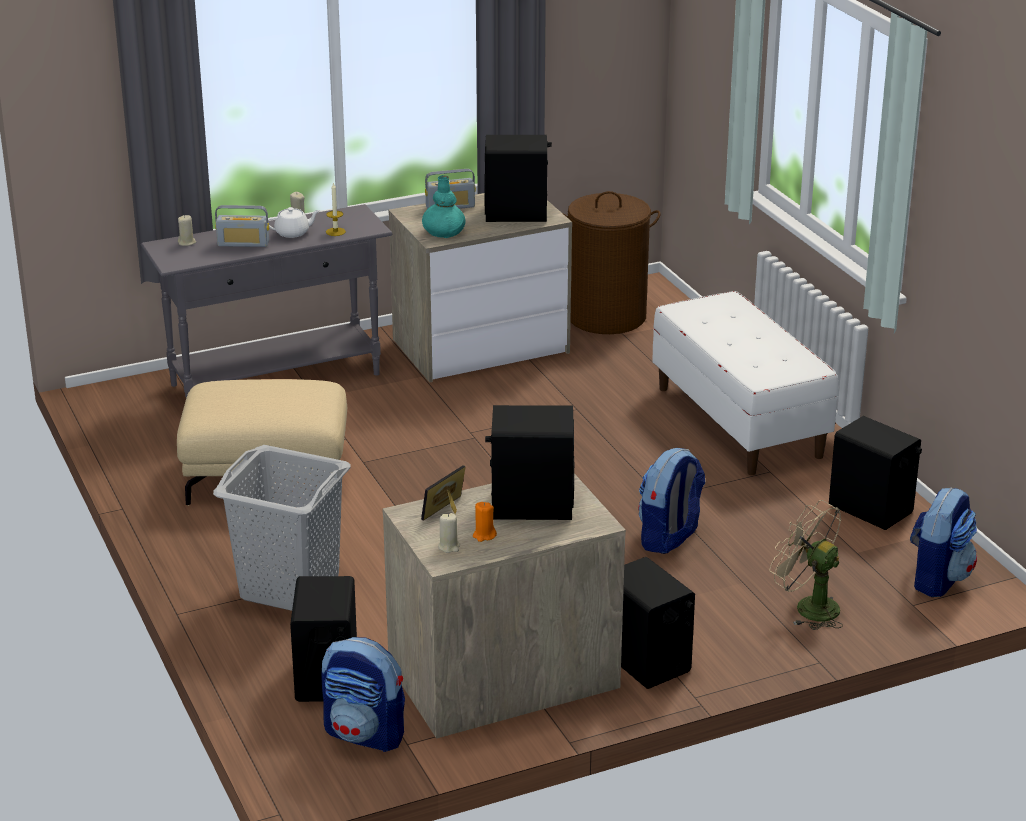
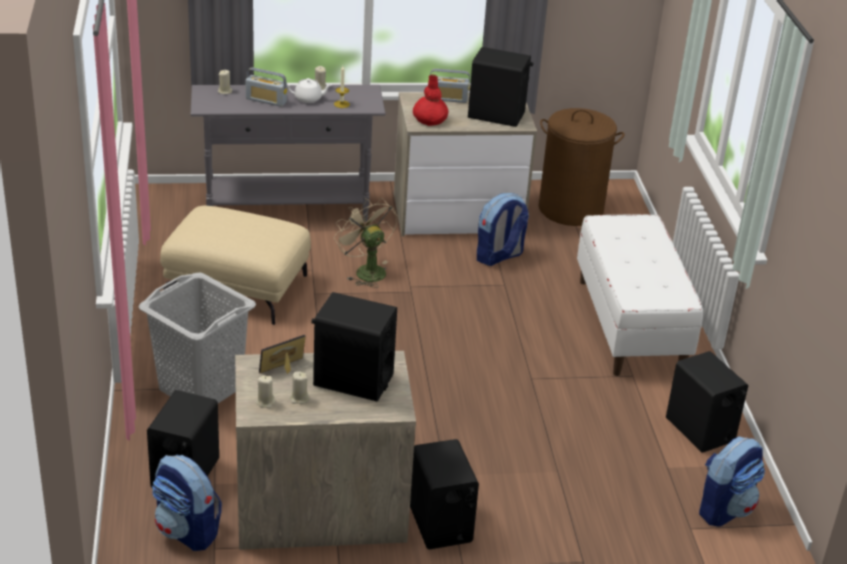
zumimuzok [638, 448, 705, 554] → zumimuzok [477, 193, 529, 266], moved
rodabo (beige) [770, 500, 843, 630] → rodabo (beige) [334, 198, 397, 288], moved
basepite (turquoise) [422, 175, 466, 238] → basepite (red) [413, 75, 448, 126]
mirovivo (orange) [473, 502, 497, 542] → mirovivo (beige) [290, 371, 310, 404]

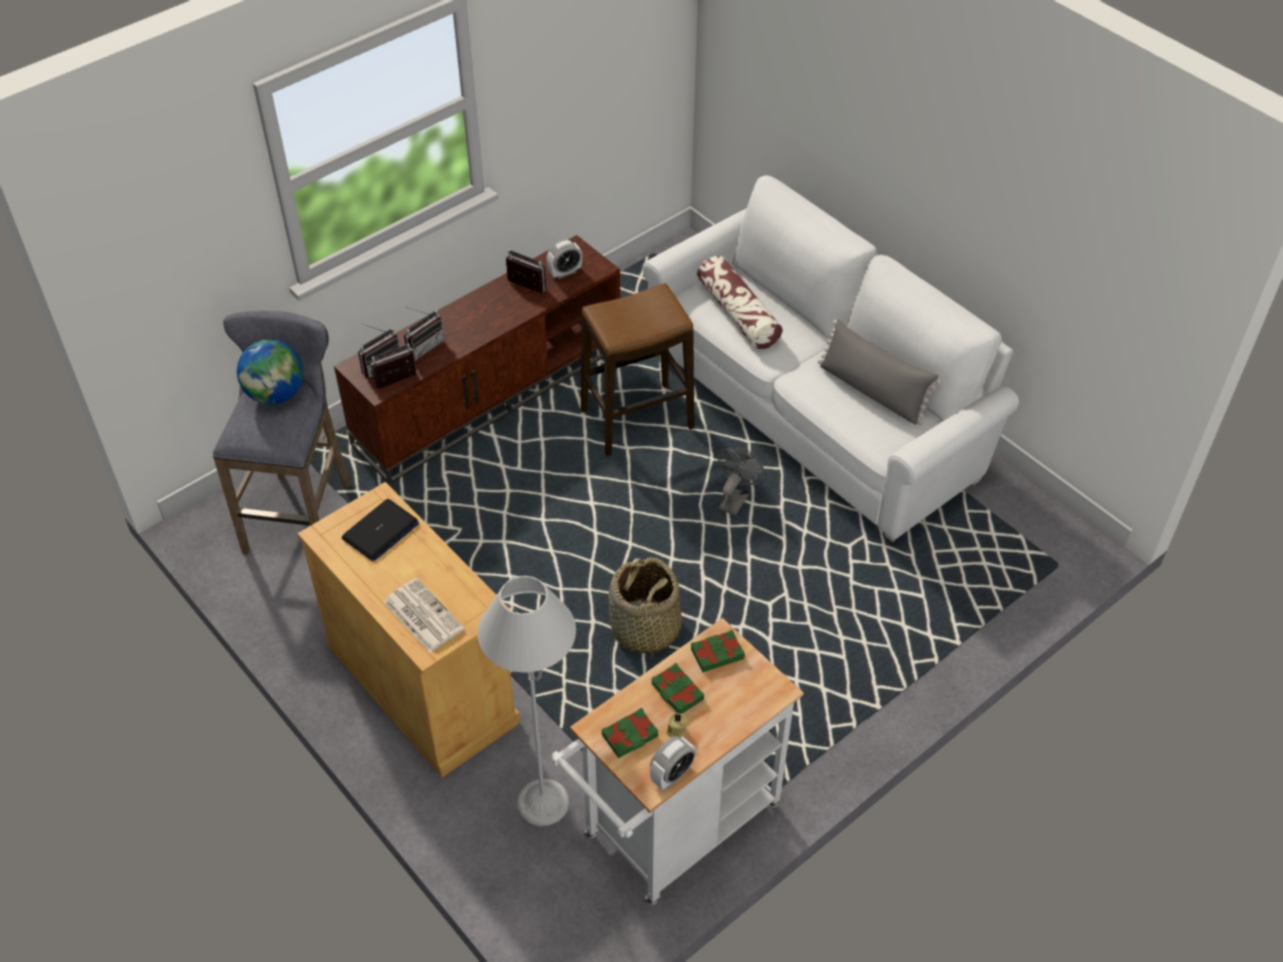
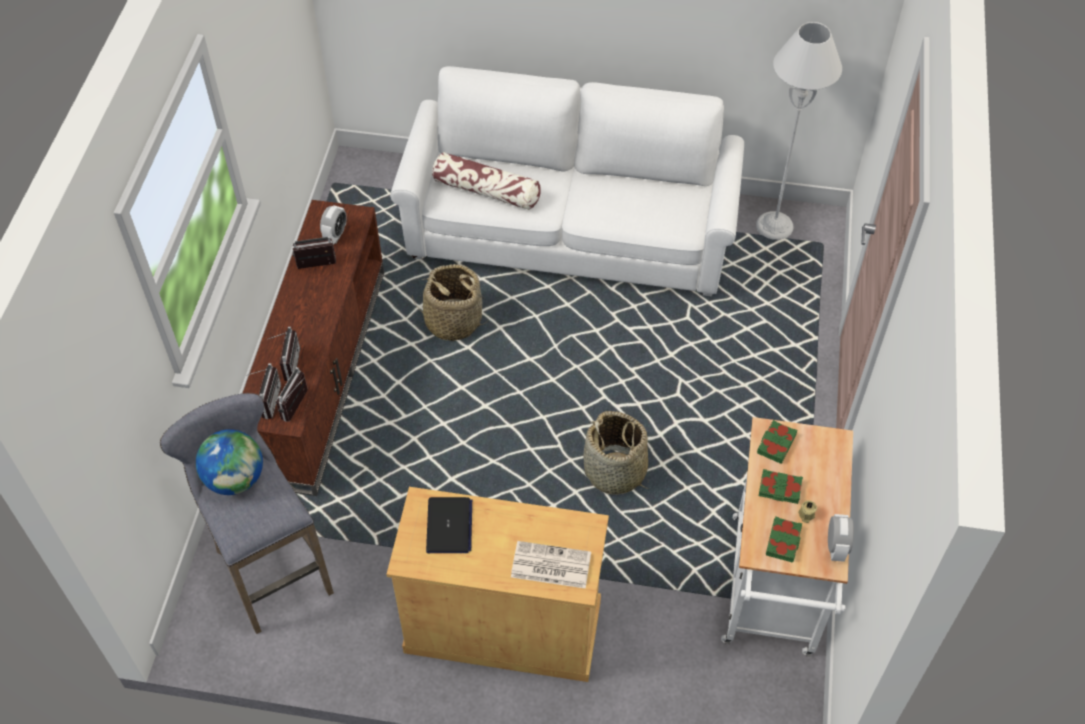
rodabo (grey) [717, 447, 767, 516] → -
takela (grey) [818, 319, 941, 425] → -
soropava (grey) [477, 576, 576, 826] → soropava (grey) [756, 22, 842, 240], moved
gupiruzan [581, 283, 694, 456] → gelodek [412, 264, 488, 341]

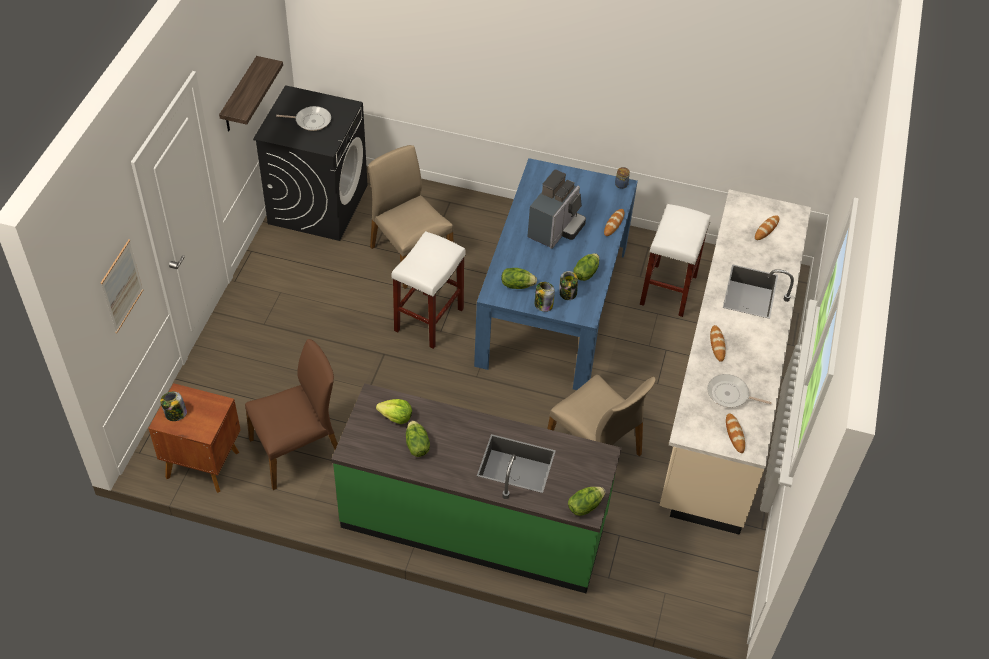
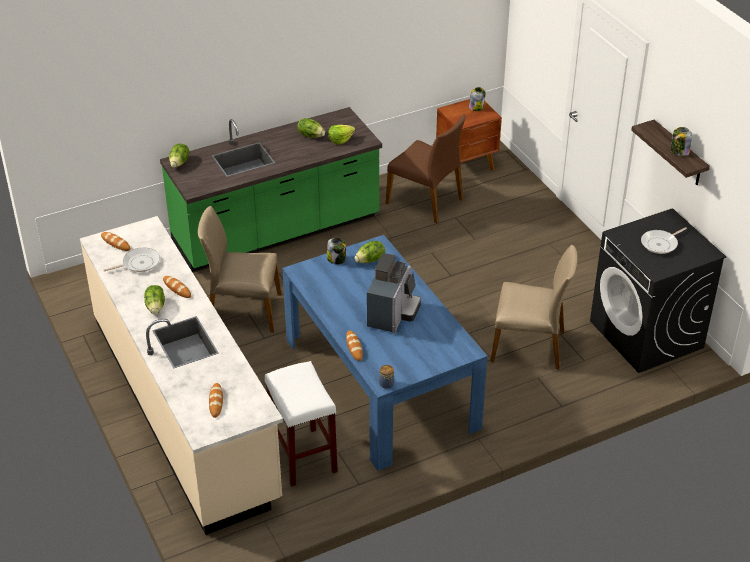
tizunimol [101, 239, 143, 333] → -
gupiruzan (white) [392, 231, 466, 349] → -
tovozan [559, 271, 578, 300] → tovozan [671, 127, 692, 156], moved
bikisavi [573, 253, 599, 281] → bikisavi [144, 285, 165, 315], moved
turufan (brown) [245, 339, 338, 490] → turufan (brown) [385, 114, 466, 223], 75 degrees counterclockwise
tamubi [527, 169, 586, 249] → tamubi [367, 253, 421, 333], 150 degrees counterclockwise

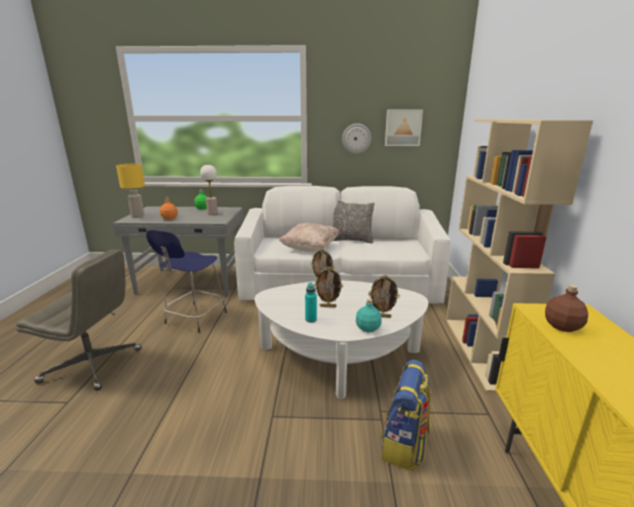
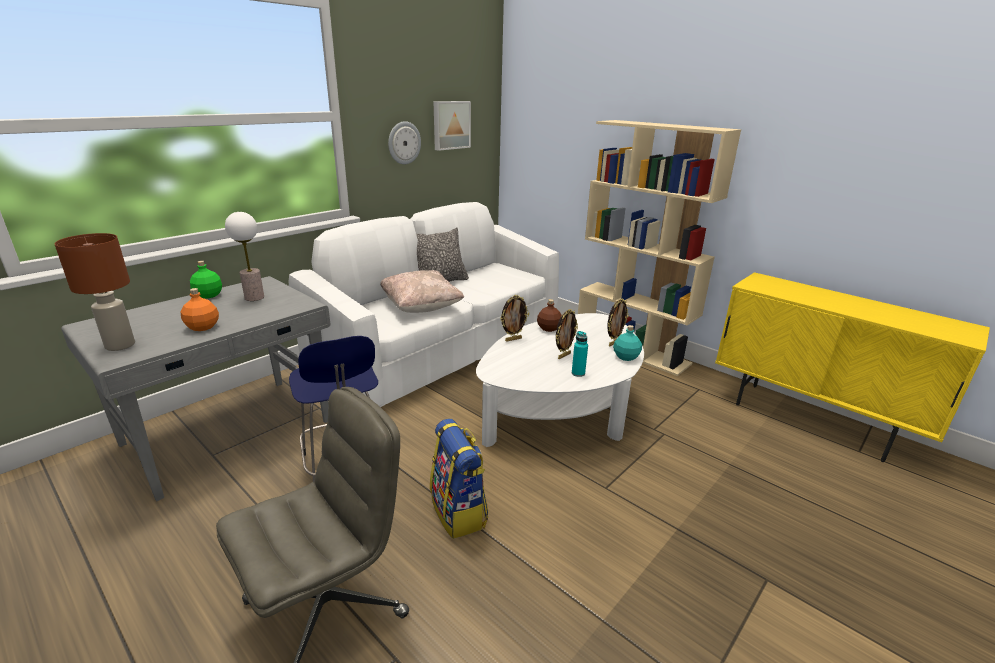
zumimuzok [381, 360, 431, 471] → zumimuzok [430, 419, 488, 539], moved
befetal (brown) [545, 284, 588, 332] → befetal (brown) [537, 299, 562, 332], moved
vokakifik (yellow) [116, 164, 145, 218] → vokakifik (brown) [55, 233, 135, 351]

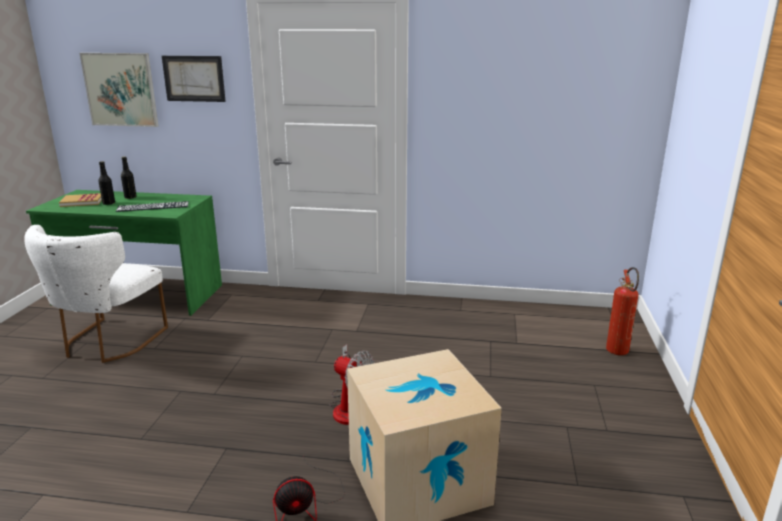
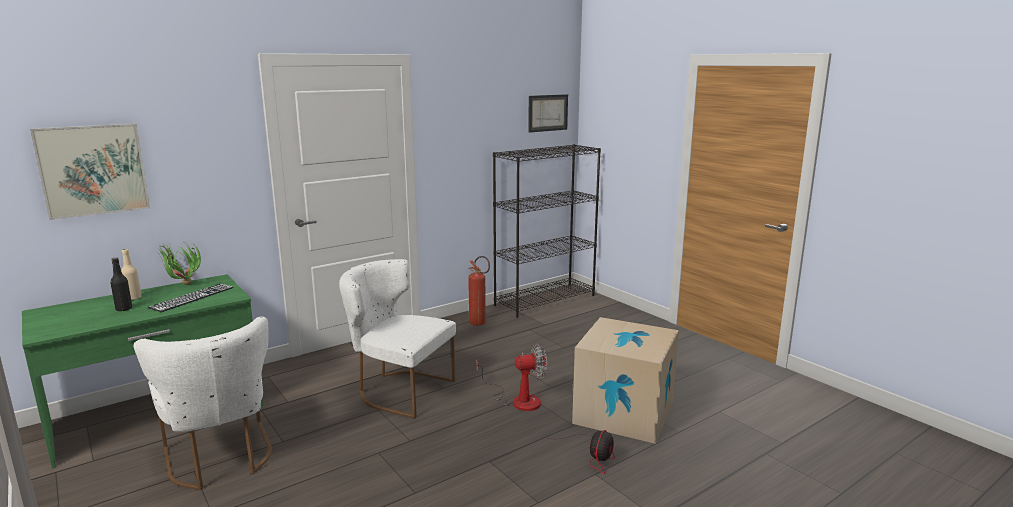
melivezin [59, 193, 102, 207] → -
- → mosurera [159, 242, 201, 285]
- → turufan (white) [339, 259, 456, 419]
- → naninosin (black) [493, 144, 601, 318]
tizunimol [162, 56, 226, 102] → tizunimol [528, 94, 568, 133], moved
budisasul [606, 267, 639, 355] → budisasul [468, 256, 490, 326], moved
befetal (black) [121, 156, 136, 199] → befetal (beige) [121, 249, 142, 300]

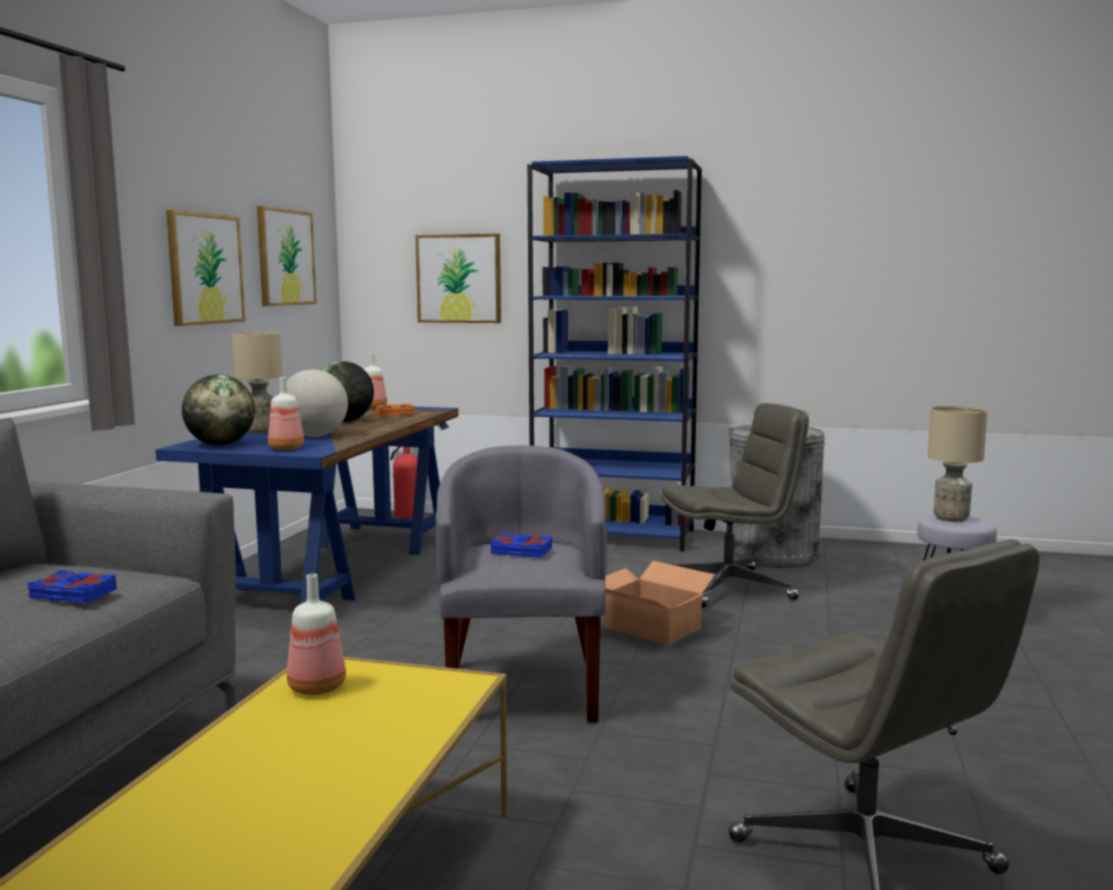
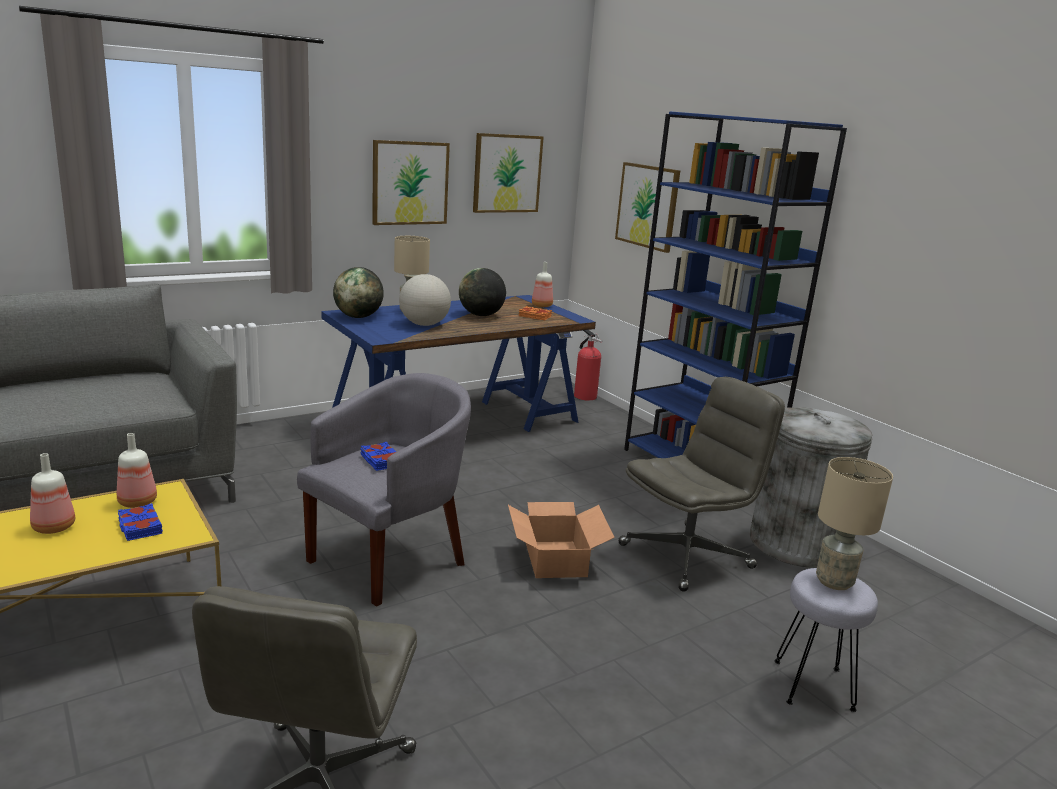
melivezin (blue) [28, 570, 117, 603] → melivezin (blue) [118, 503, 163, 541], moved
befetal [268, 377, 304, 450] → befetal [30, 453, 75, 534], moved
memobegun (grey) [661, 403, 809, 608] → memobegun (grey) [618, 377, 785, 592], 60 degrees counterclockwise

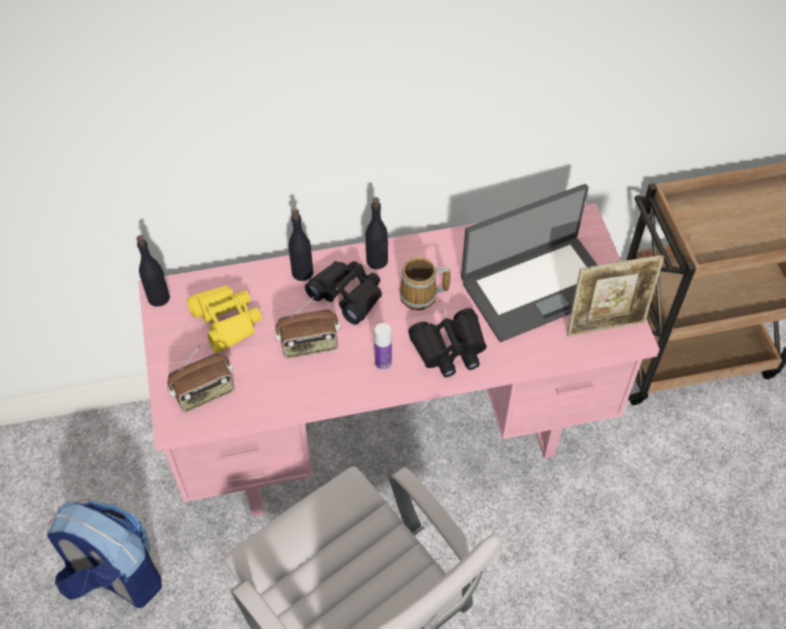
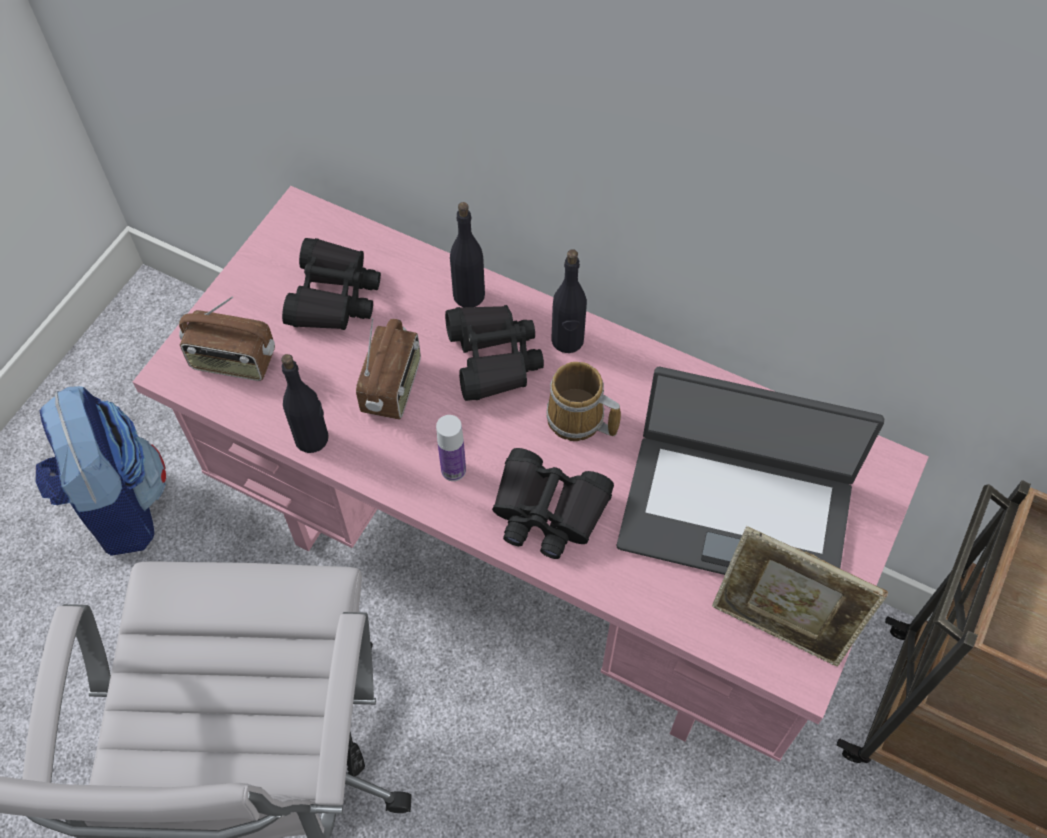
befetal (black) [137, 235, 170, 307] → befetal (black) [281, 354, 329, 453], moved
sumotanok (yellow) [187, 285, 262, 353] → sumotanok (black) [282, 238, 381, 330]
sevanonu [275, 297, 340, 358] → sevanonu [356, 318, 421, 419], 105 degrees counterclockwise

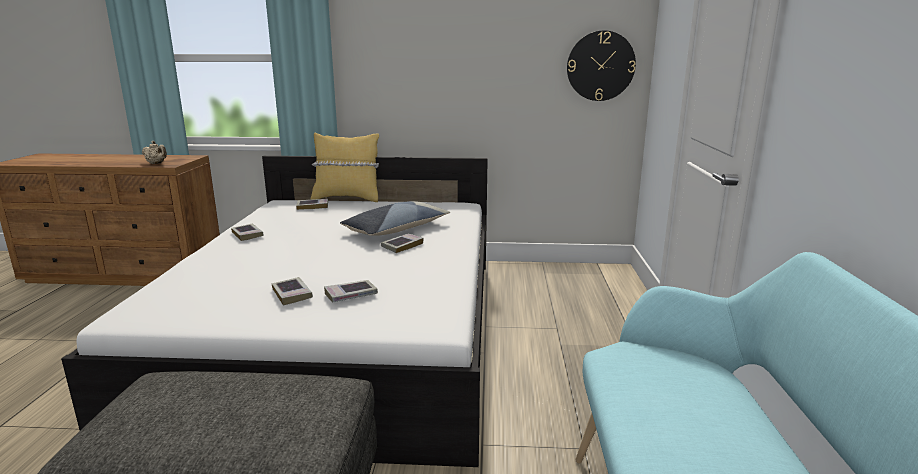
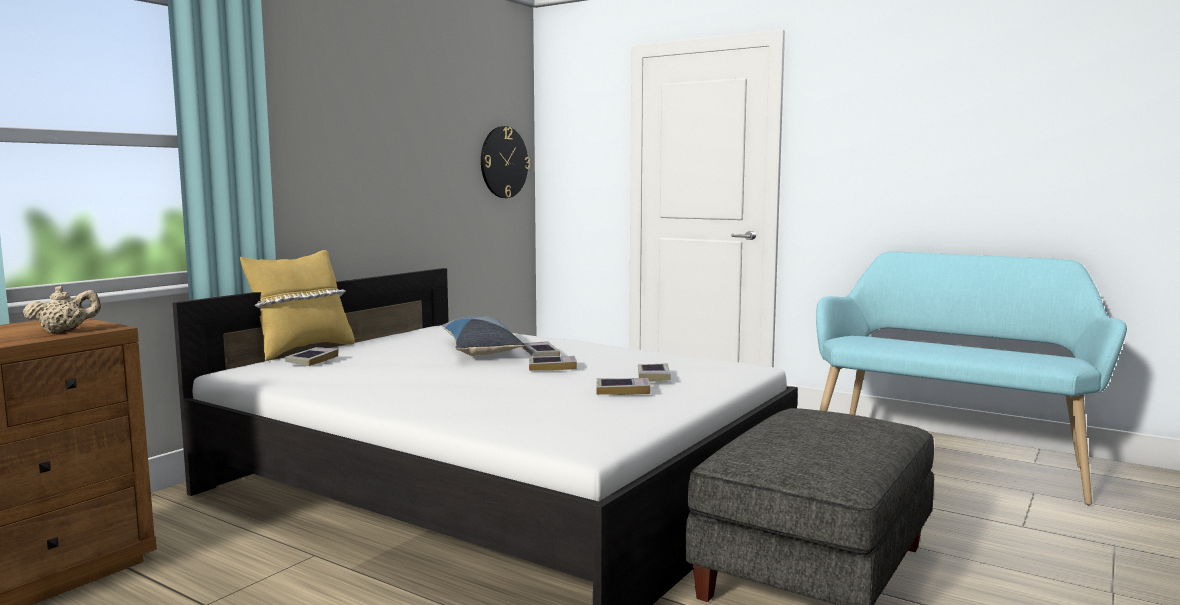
melivezin [231, 224, 264, 241] → melivezin [529, 356, 577, 371], moved

